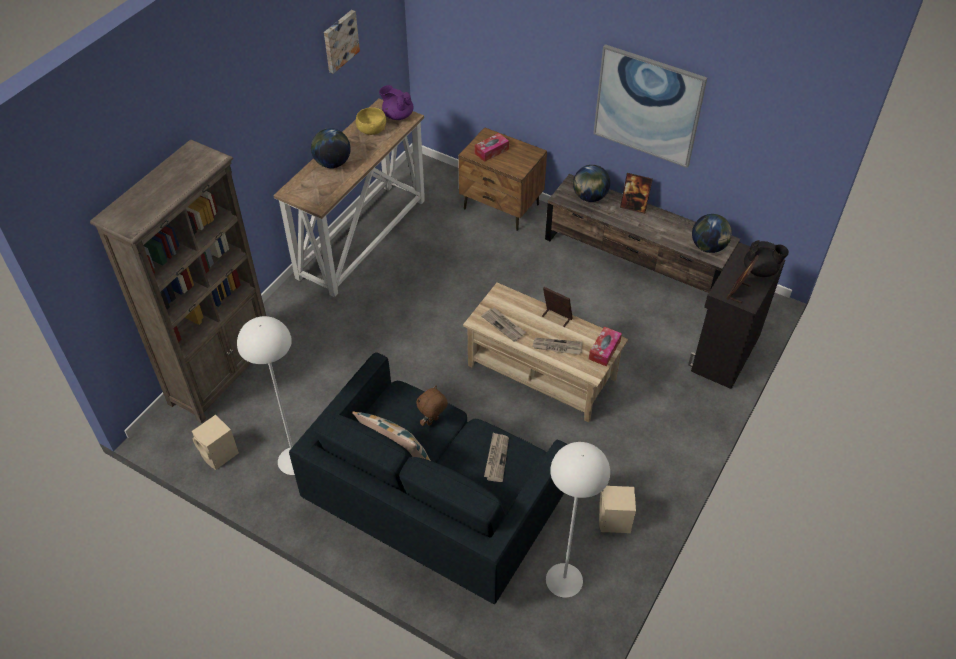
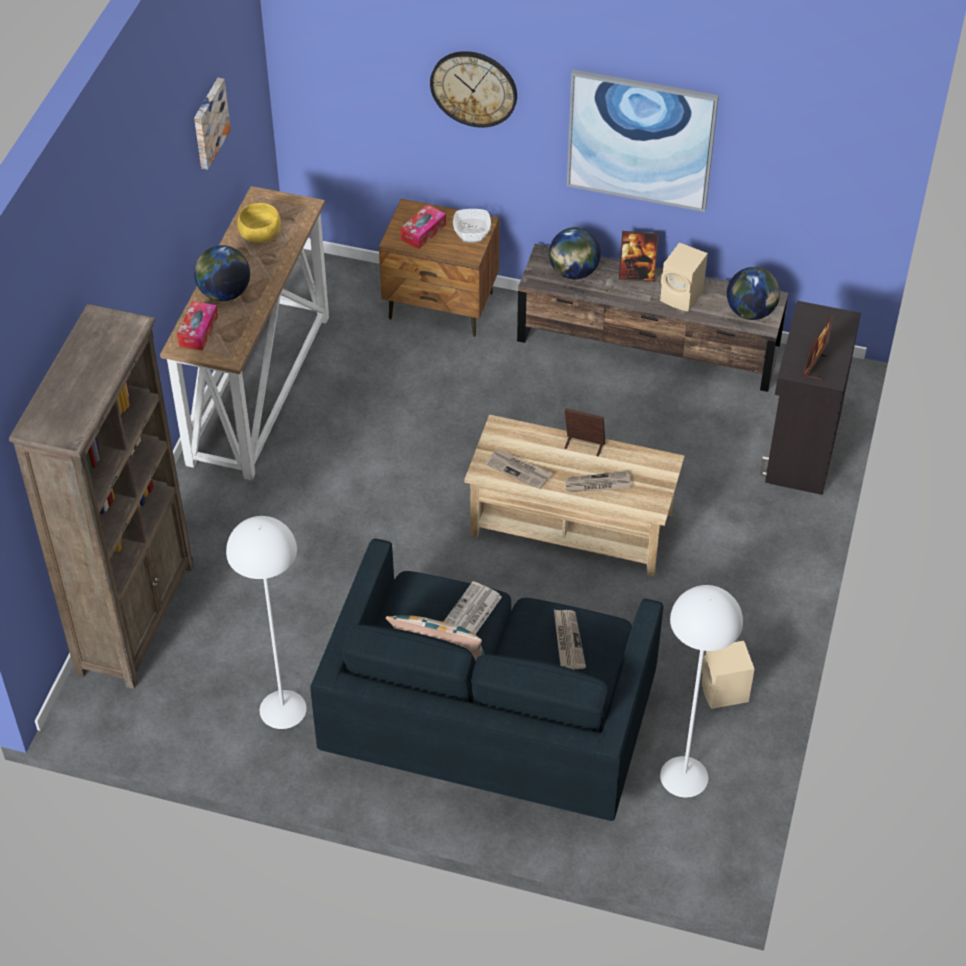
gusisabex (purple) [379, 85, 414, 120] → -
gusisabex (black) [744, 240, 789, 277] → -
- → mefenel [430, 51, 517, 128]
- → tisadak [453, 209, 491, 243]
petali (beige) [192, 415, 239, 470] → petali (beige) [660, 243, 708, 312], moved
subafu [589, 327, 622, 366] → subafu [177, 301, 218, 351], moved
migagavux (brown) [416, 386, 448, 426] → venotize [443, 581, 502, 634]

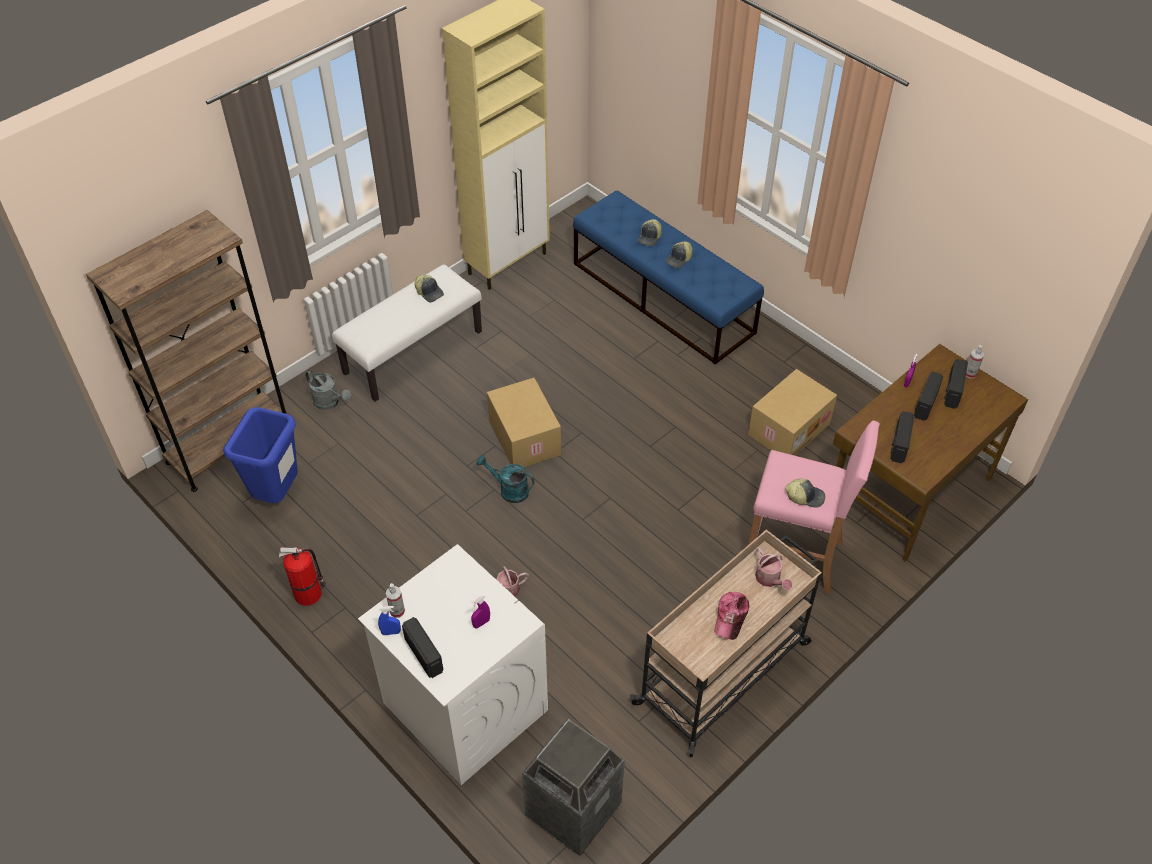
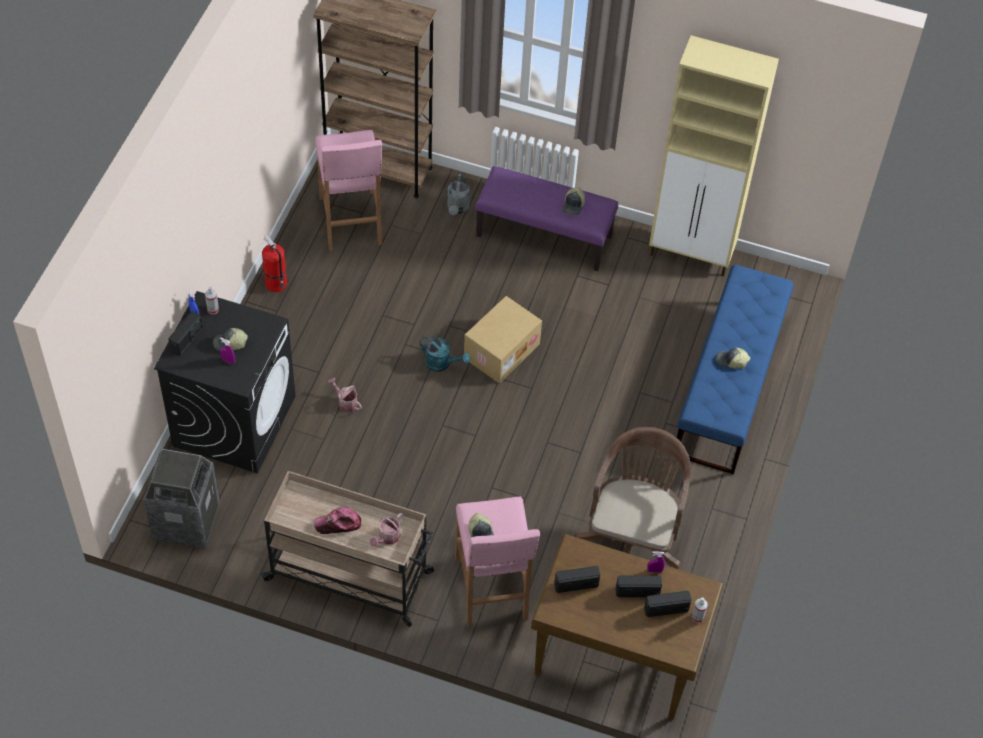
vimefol [638, 219, 662, 246] → vimefol [213, 328, 248, 351], moved
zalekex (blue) [223, 407, 298, 503] → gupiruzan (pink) [315, 130, 382, 251]
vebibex [748, 369, 837, 456] → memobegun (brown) [575, 427, 691, 569]
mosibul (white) [332, 264, 482, 401] → mosibul (purple) [475, 166, 618, 271]
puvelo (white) [358, 544, 548, 785] → puvelo (black) [154, 291, 296, 473]
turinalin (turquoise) [476, 455, 534, 503] → turinalin (turquoise) [419, 337, 470, 372], 120 degrees clockwise

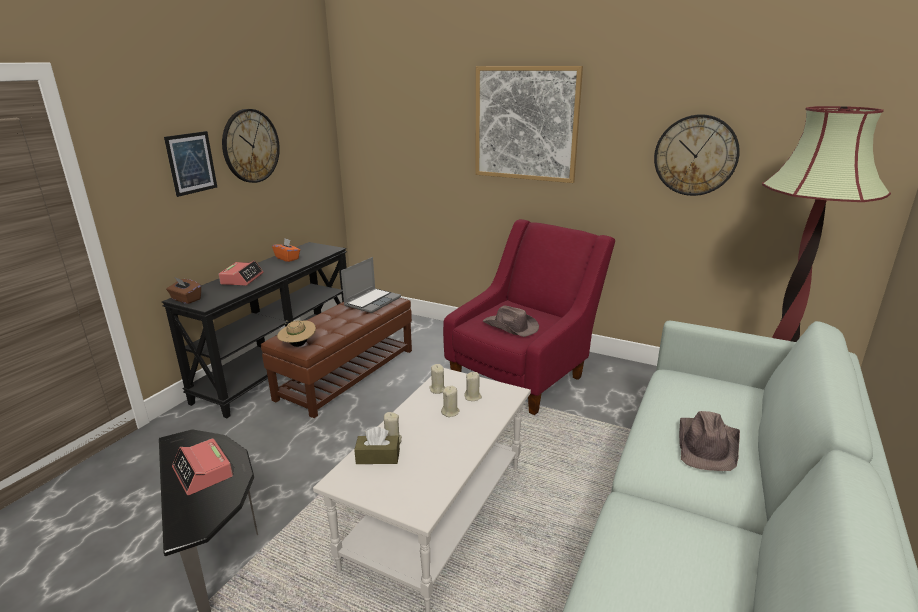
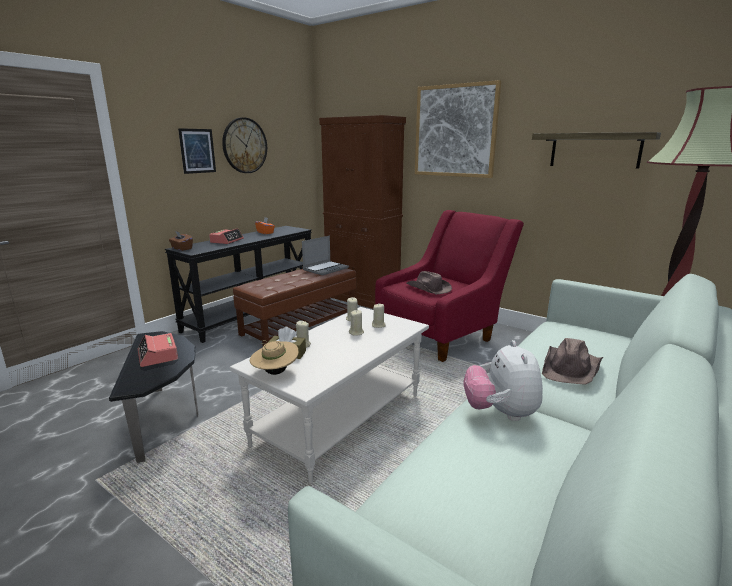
- → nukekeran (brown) [319, 115, 406, 309]
- → migagavux [463, 340, 543, 421]
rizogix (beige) [277, 320, 316, 347] → rizogix (beige) [250, 340, 299, 375], moved
mefenel [654, 114, 740, 196] → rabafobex [532, 132, 661, 168]

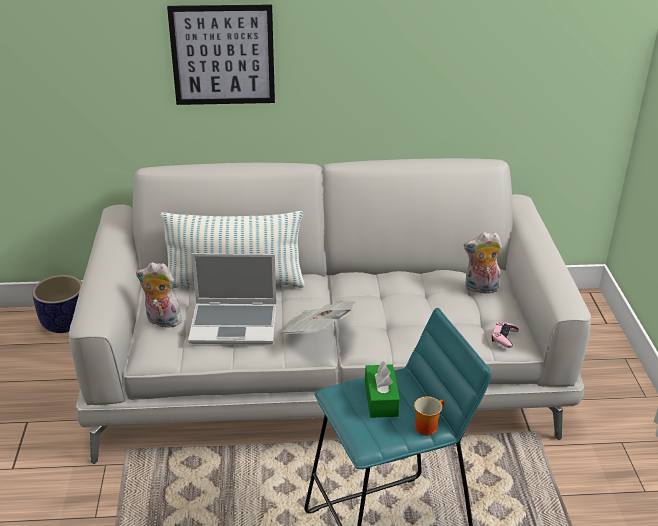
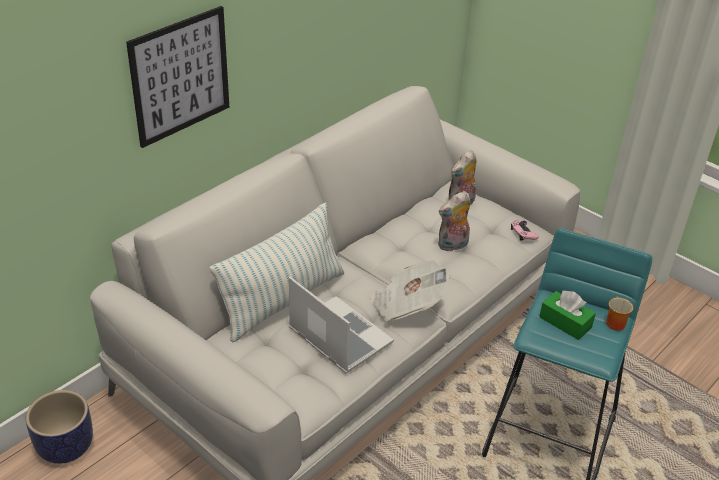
migagavux [136, 262, 182, 328] → migagavux [438, 191, 471, 252], moved
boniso [188, 253, 276, 345] → boniso [289, 277, 394, 374], 90 degrees counterclockwise

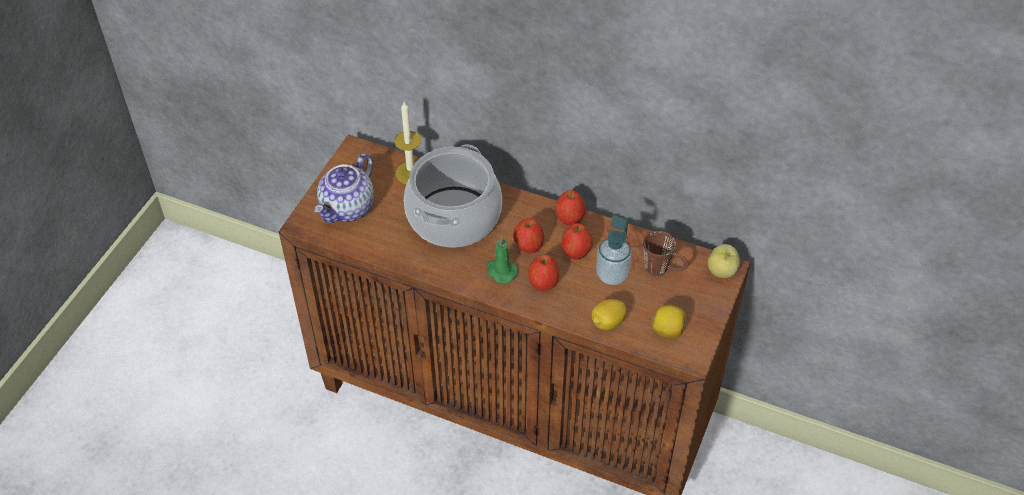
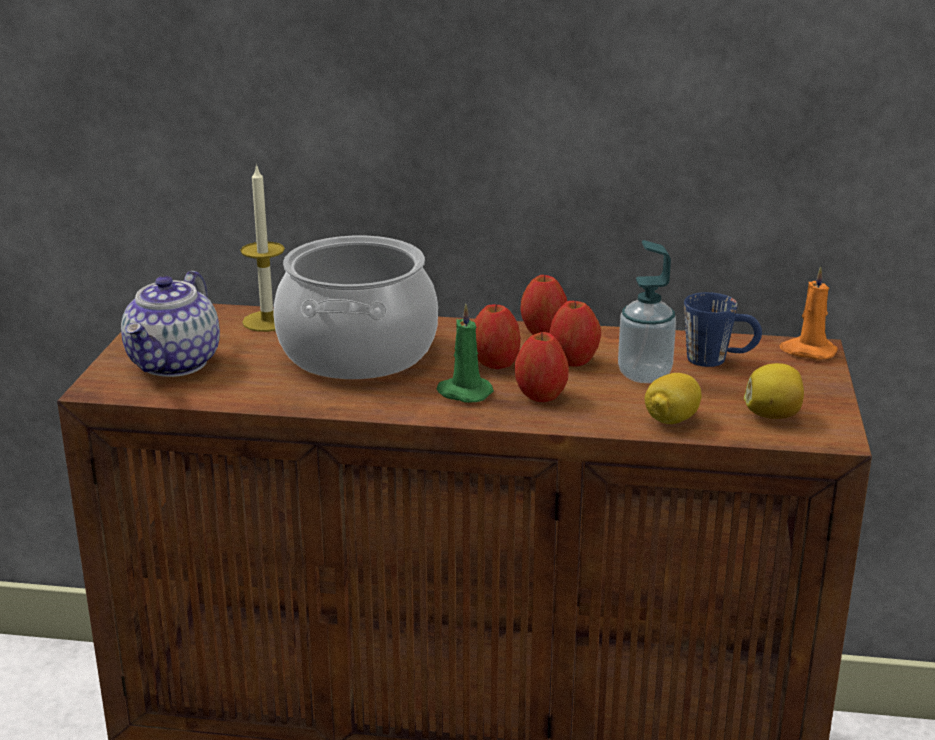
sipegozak [708, 244, 740, 278] → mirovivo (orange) [780, 266, 838, 359]
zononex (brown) [643, 231, 688, 276] → zononex (blue) [684, 292, 762, 367]

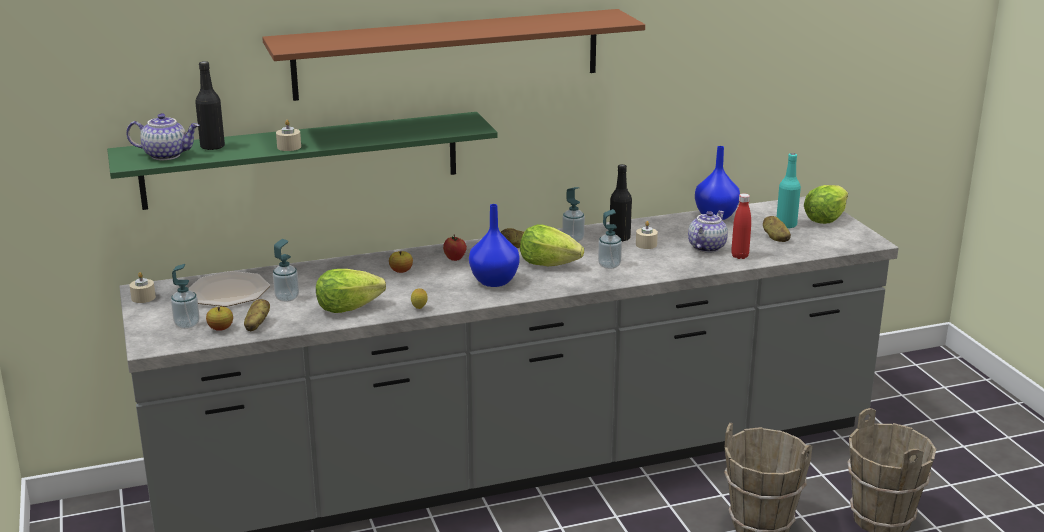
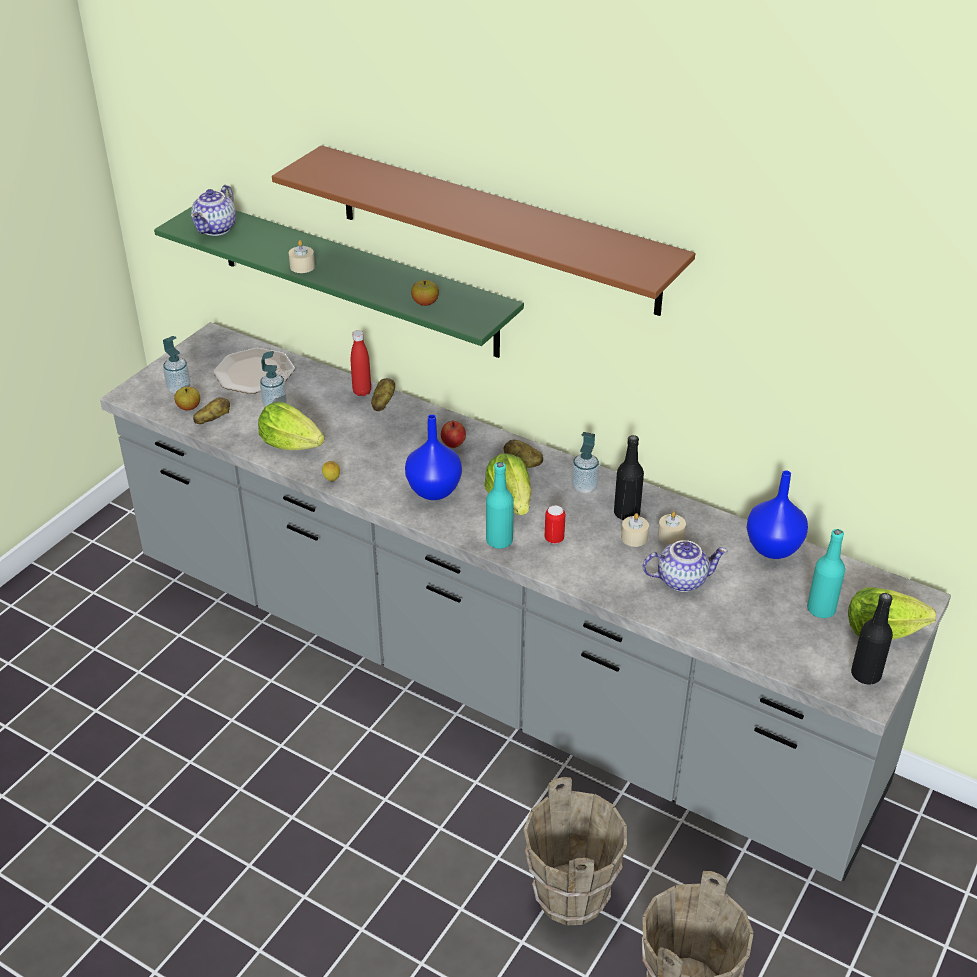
- → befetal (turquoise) [486, 462, 514, 549]
mirovivo (beige) [130, 272, 156, 303] → mirovivo (beige) [658, 511, 686, 545], moved
befetal (black) [195, 61, 225, 150] → befetal (black) [851, 593, 893, 684], moved
sipegozak [389, 251, 413, 273] → sipegozak [411, 280, 439, 306], moved
befetal (red) [731, 193, 751, 259] → befetal (red) [351, 330, 371, 396], moved
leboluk [763, 216, 791, 242] → leboluk [371, 378, 395, 411], moved
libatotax [598, 209, 622, 269] → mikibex [545, 505, 565, 544]
gusisabex [126, 113, 200, 160] → gusisabex [191, 185, 236, 236], 60 degrees clockwise

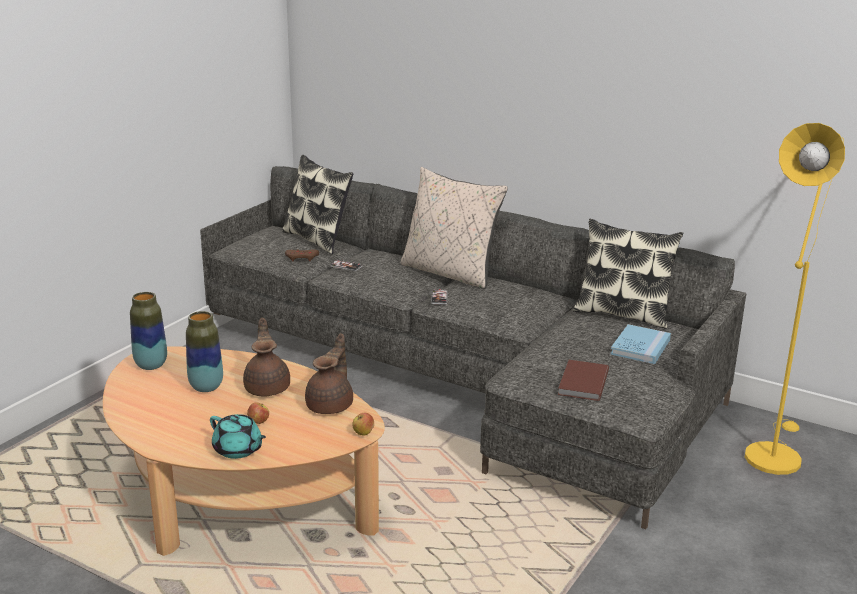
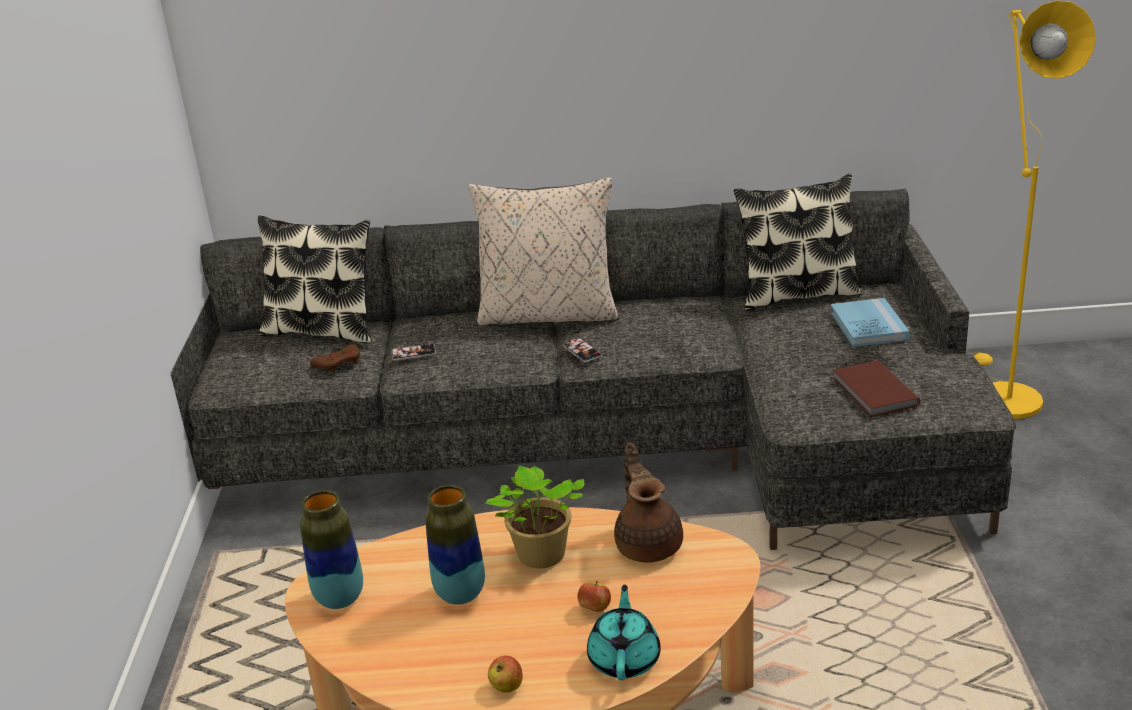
sipegozak [352, 413, 374, 435] → sipegozak [488, 656, 523, 693], moved
gusisabex (brown) [243, 318, 290, 397] → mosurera [485, 466, 584, 569]
gusisabex (turquoise) [210, 414, 266, 459] → gusisabex (turquoise) [587, 585, 661, 680], 90 degrees counterclockwise

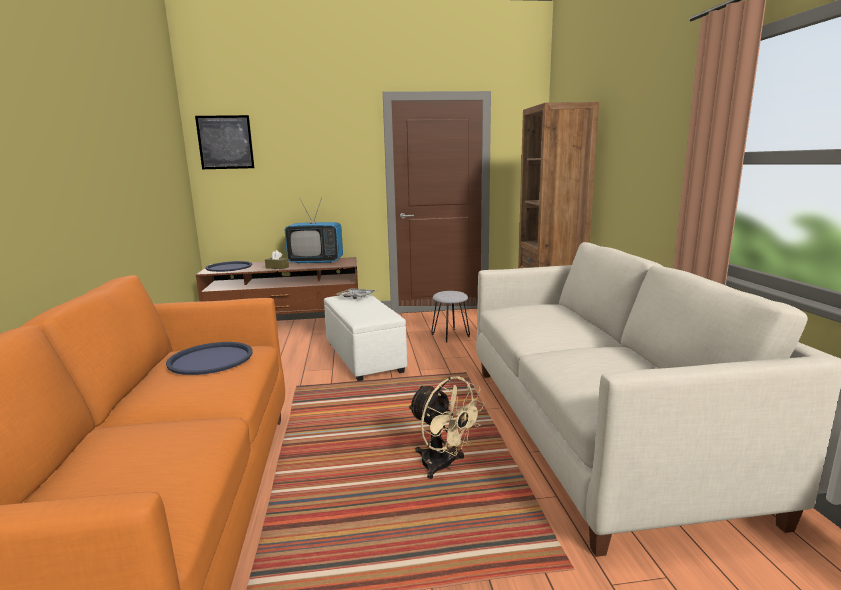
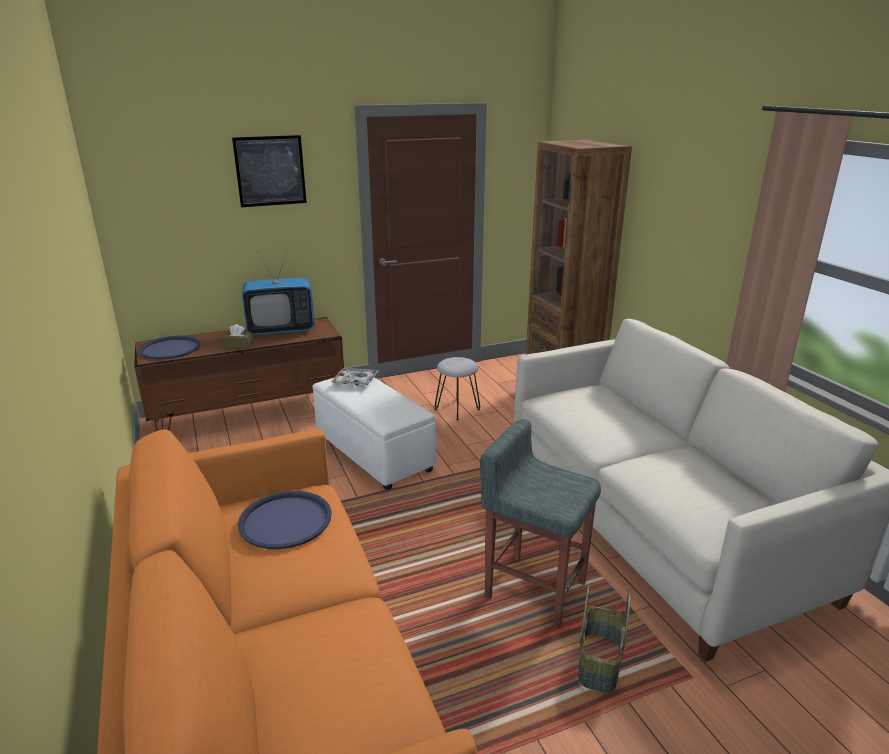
- → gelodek [579, 585, 631, 693]
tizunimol [195, 115, 254, 169] → tizunimol [232, 135, 307, 207], moved
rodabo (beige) [408, 376, 485, 479] → gupiruzan (grey) [480, 419, 601, 628]

